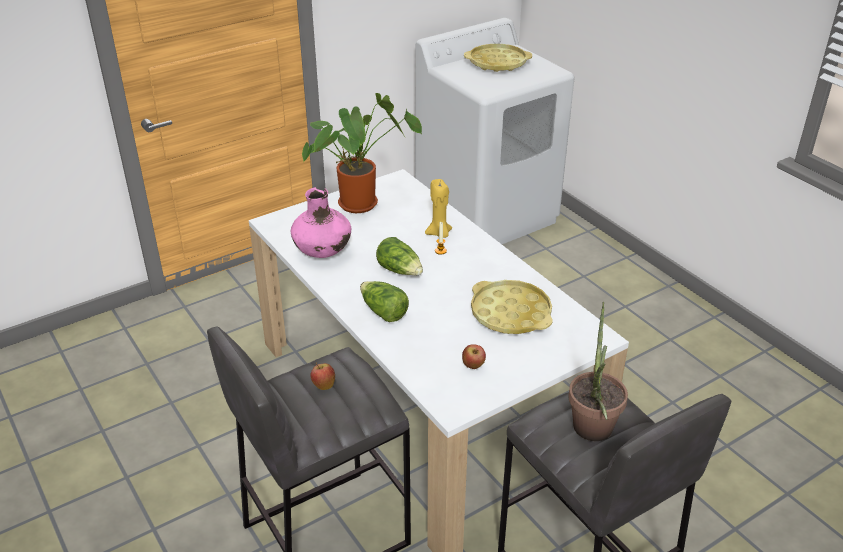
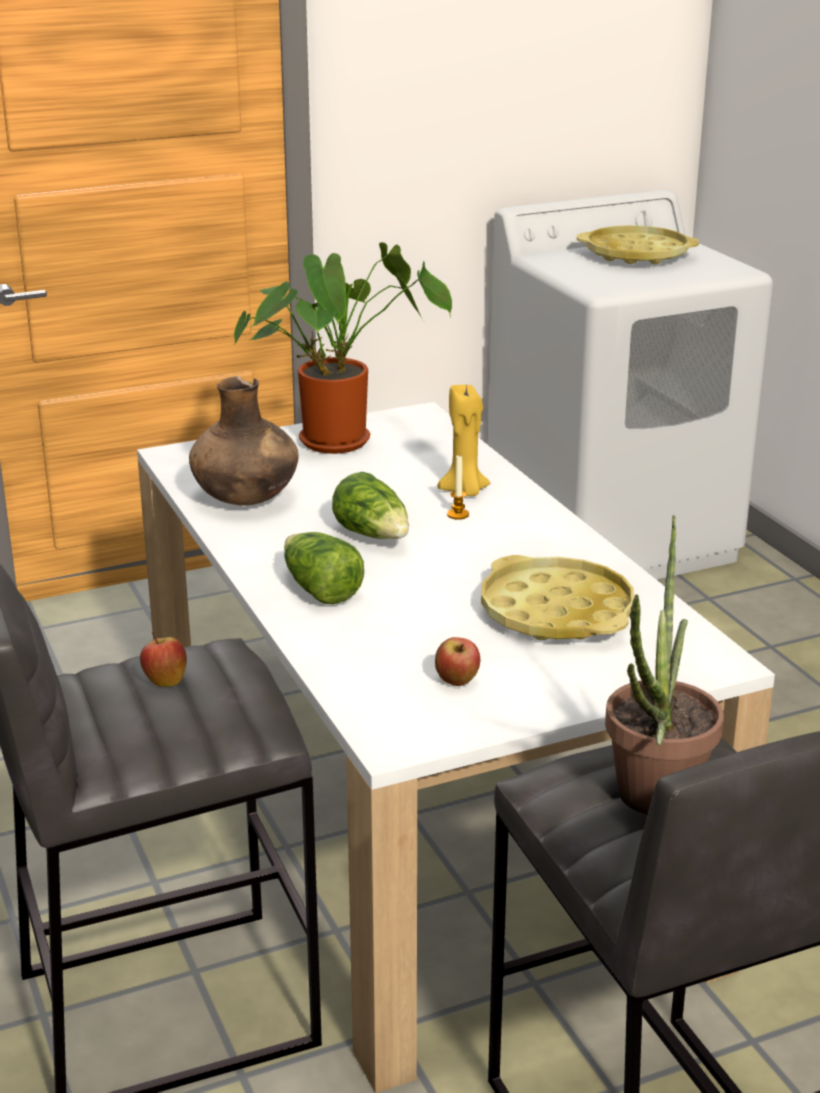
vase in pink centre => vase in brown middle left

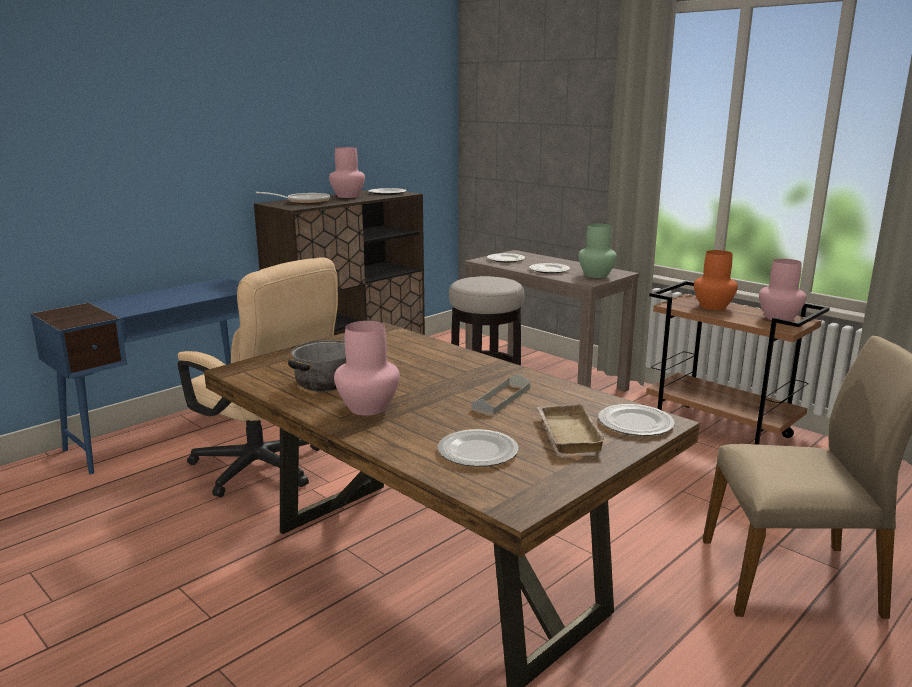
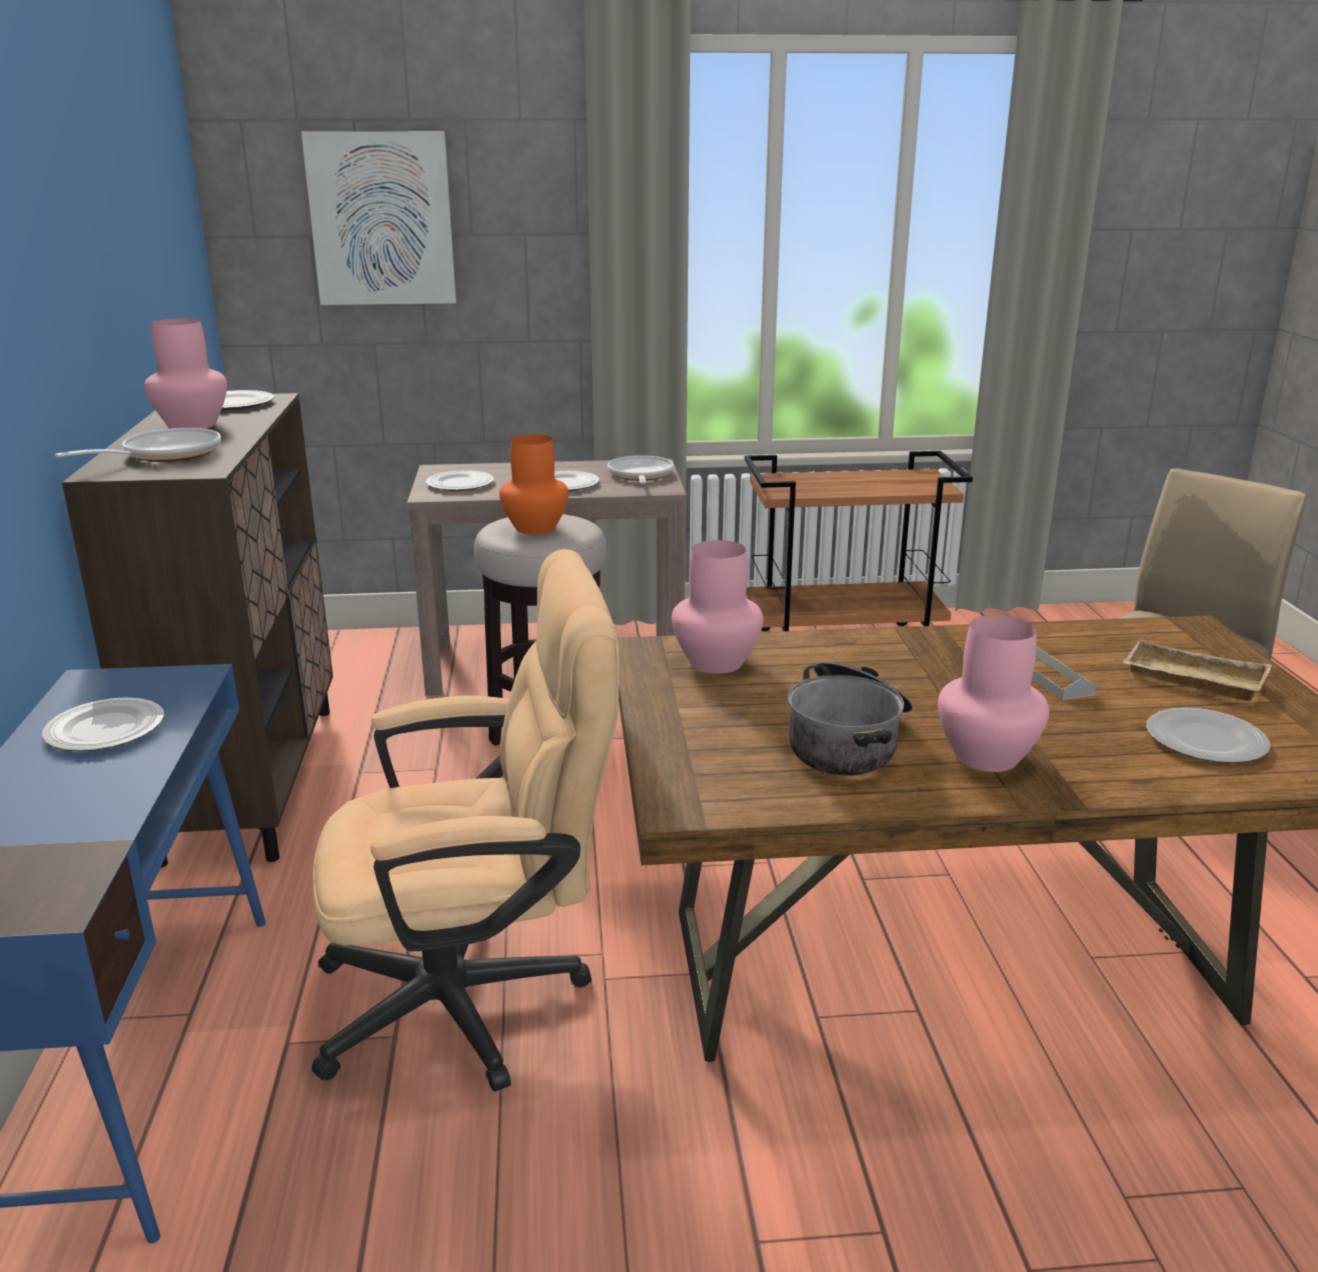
nothing => picture top left
plate (no. 5 from left in the first image) middle right => plate (no. 1 from left) middle left, shifted
vase in orange middle right => vase in orange centre, shifted
vase in pink (no. 3 from left in the first image) middle right => vase in pink (no. 2 from left) centre, shifted
vase in green centre => frying pan (no. 2 from left) centre

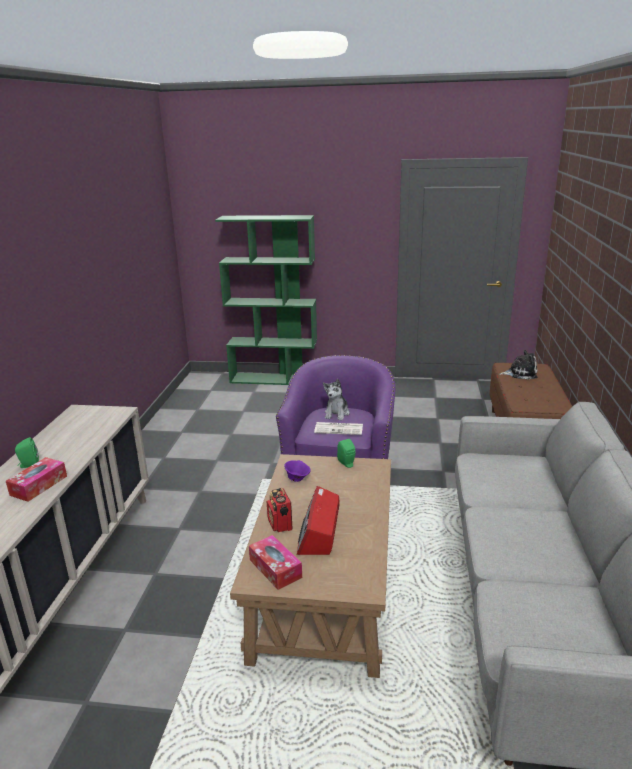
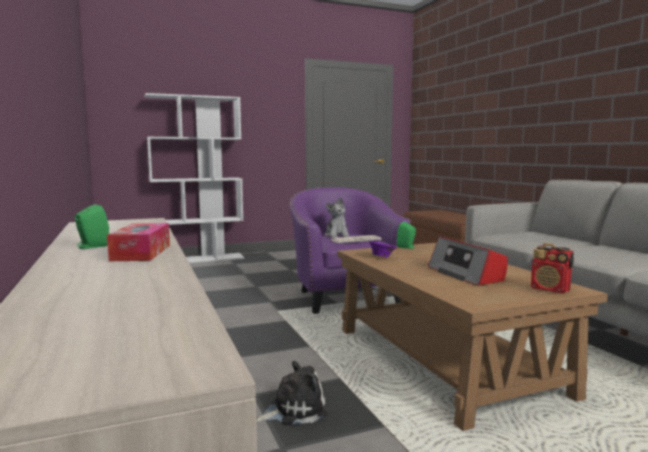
tissue box (no. 2 from left) bottom centre => nothing
radio (no. 1 from left in the first image) centre => radio (no. 2 from left) middle right, shifted
plush toy (no. 2 from left in the first image) middle right => plush toy (no. 1 from left) bottom centre, shifted
bookcase in green centre => bookcase in white middle left

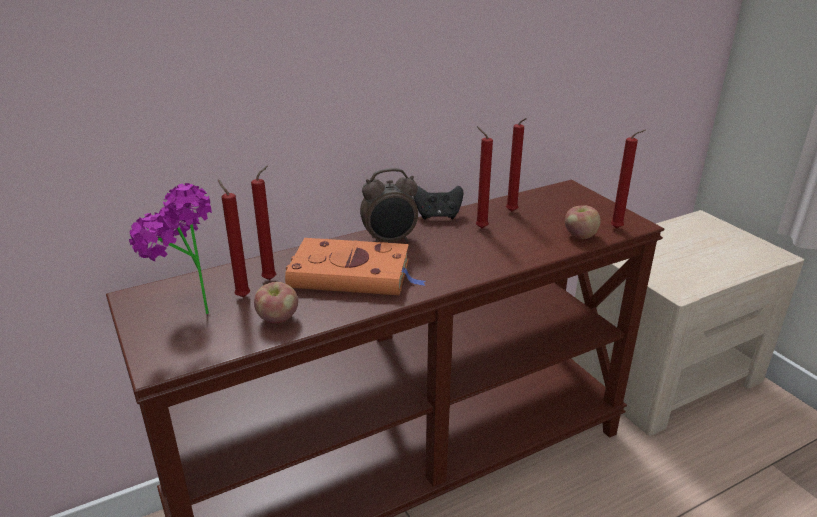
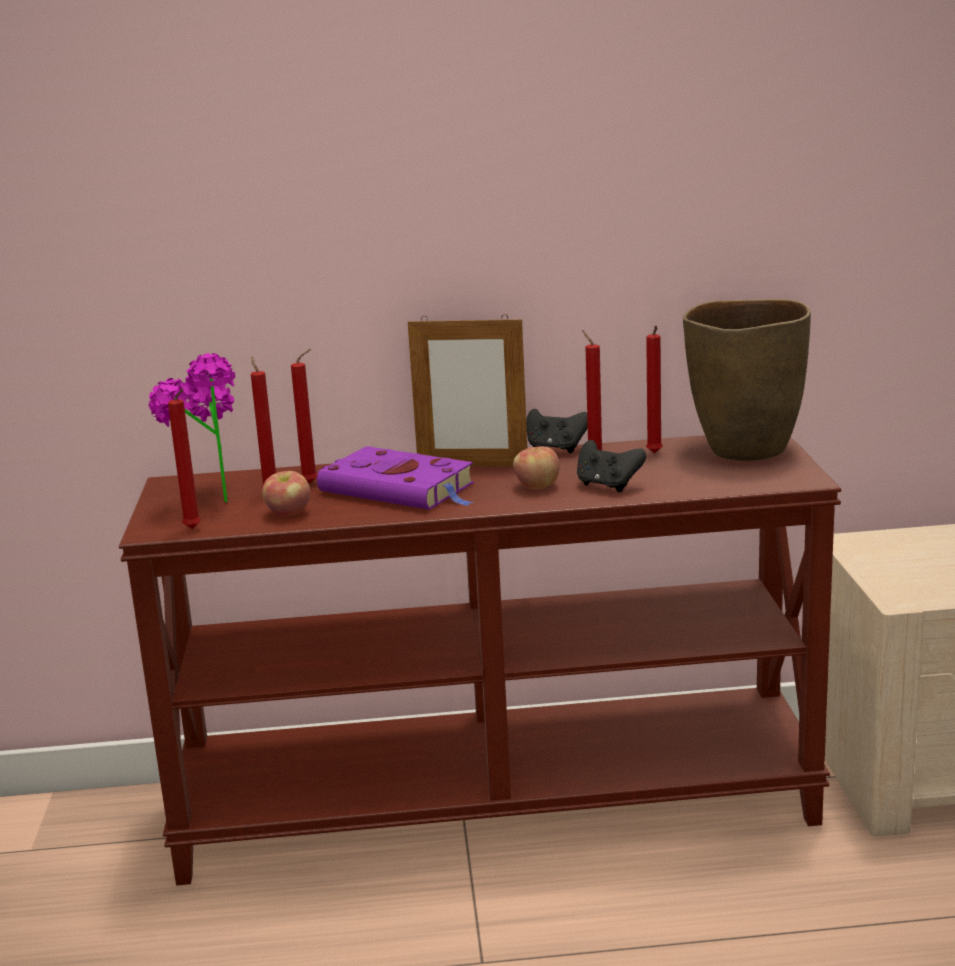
nothing => game controller in black (no. 2 from left) centre
nothing => vase in brown middle right
apple (no. 2 from left) middle right => apple (no. 2 from left) centre, shifted
candle in red (no. 5 from left in the first image) middle right => candle in red (no. 1 from left) middle left, shifted
alarm clock centre => picture frame centre
book in orange centre => book in purple centre

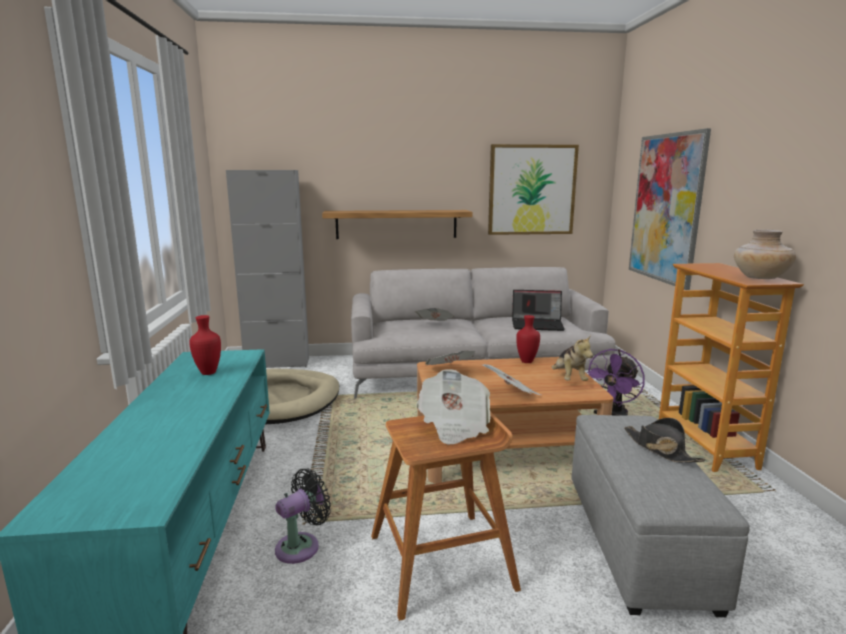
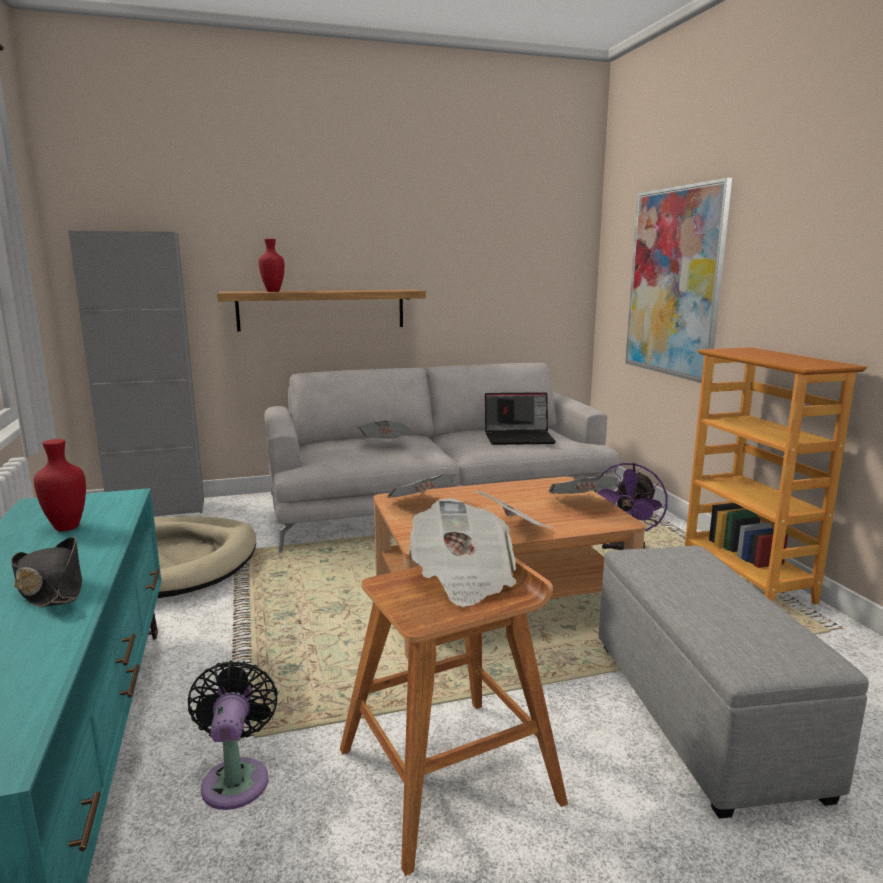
picture (no. 1 from left) top centre => nothing
vase in beige middle right => nothing
vase in red (no. 2 from left) centre => vase in red (no. 2 from left) top left, shifted
hat in black bottom right => hat in black middle left, shifted
plush toy middle right => newspaper (no. 5 from left) centre
fan in black bottom centre => fan in black bottom left, 45 degrees counterclockwise

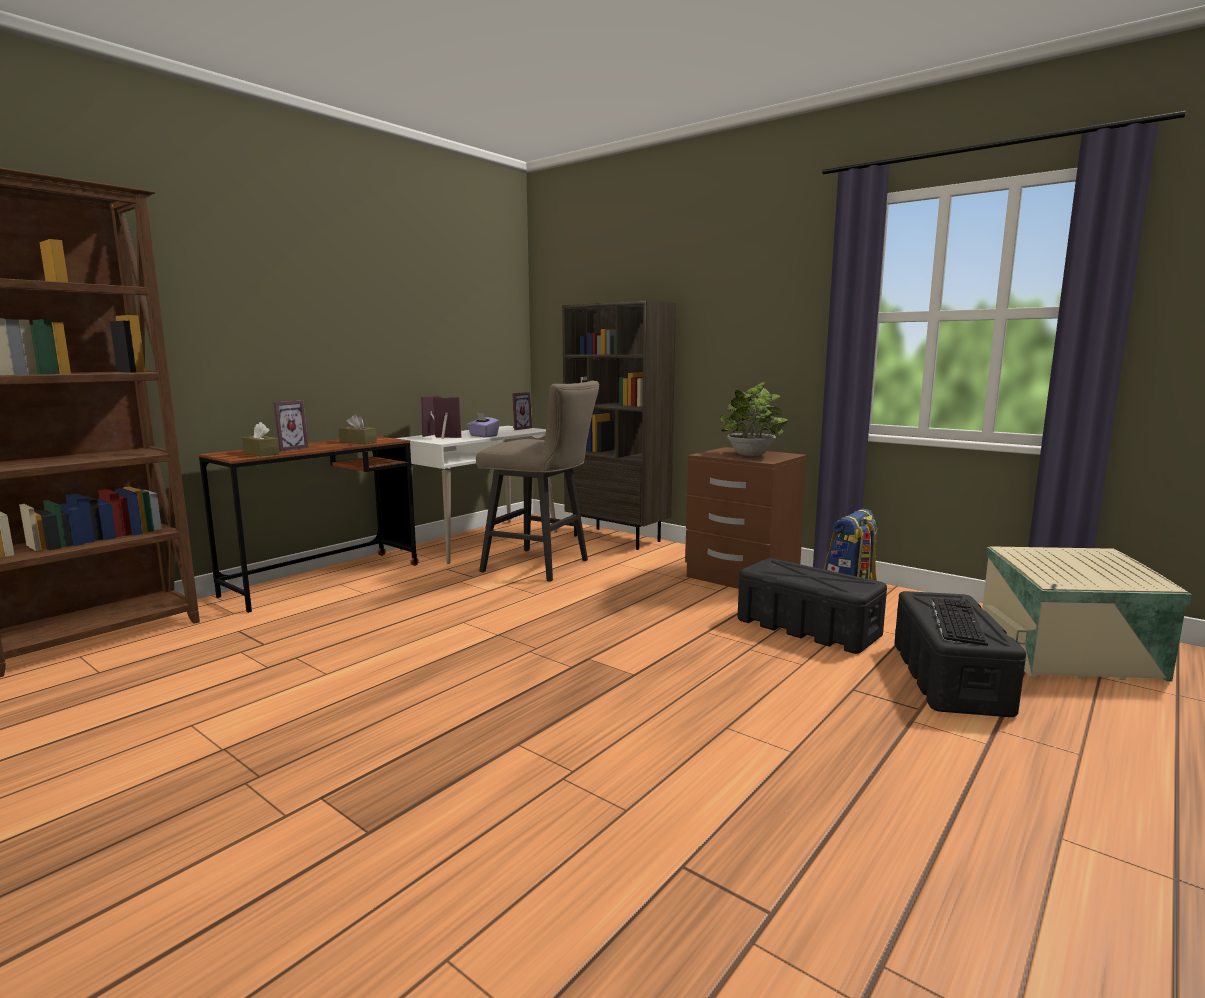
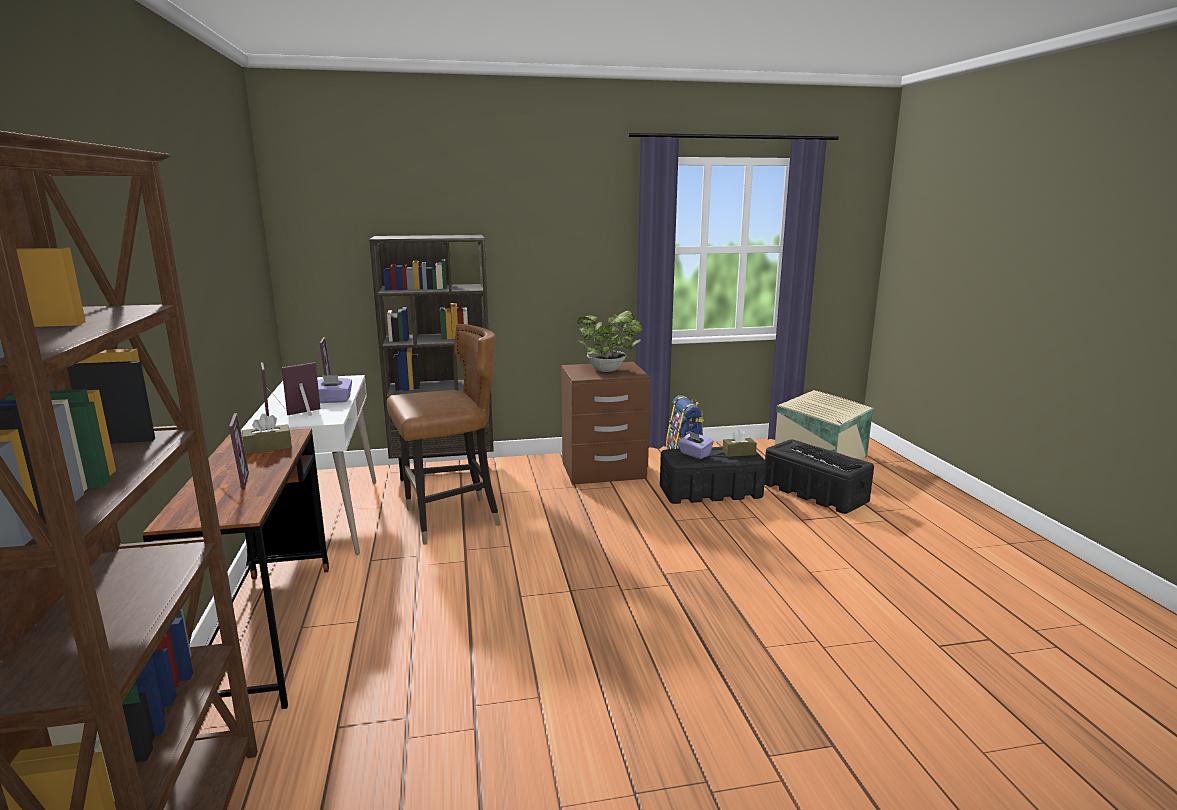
nothing => tissue box in purple (no. 2 from left) centre
tissue box in brown (no. 1 from left in the first image) middle left => tissue box in brown (no. 2 from left) centre, shifted
stool in beige centre => chair in brown centre

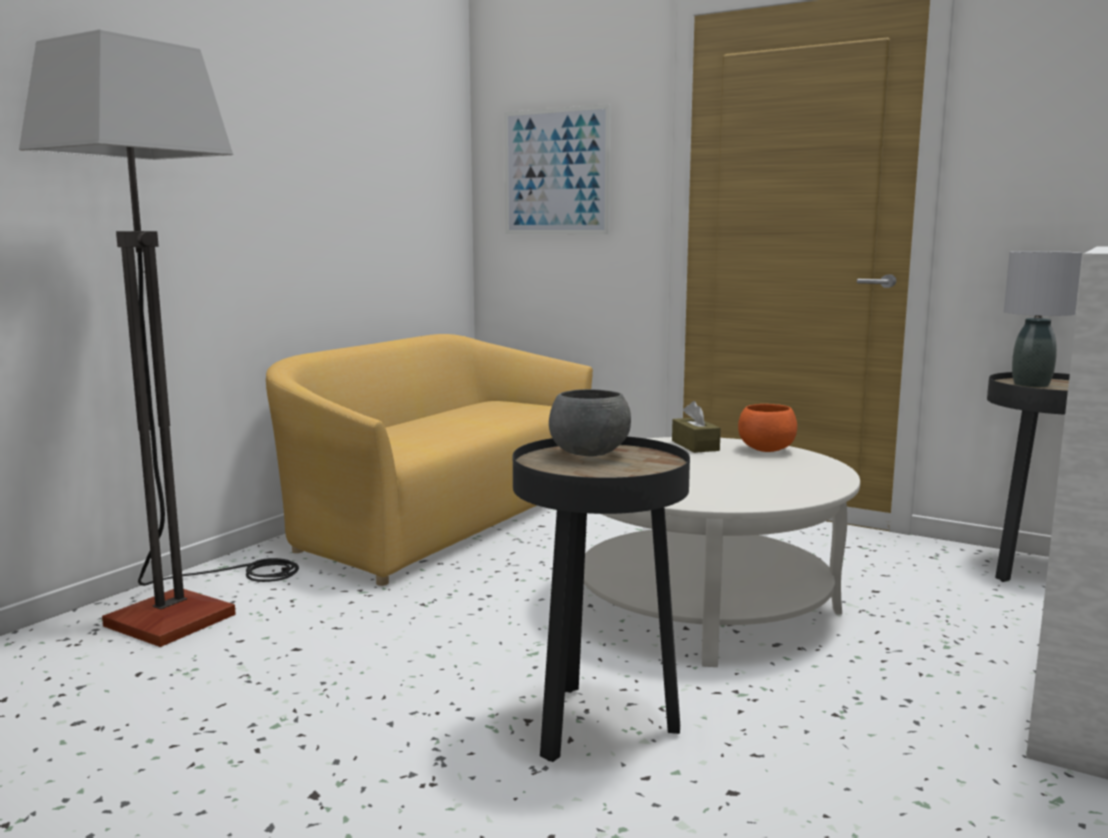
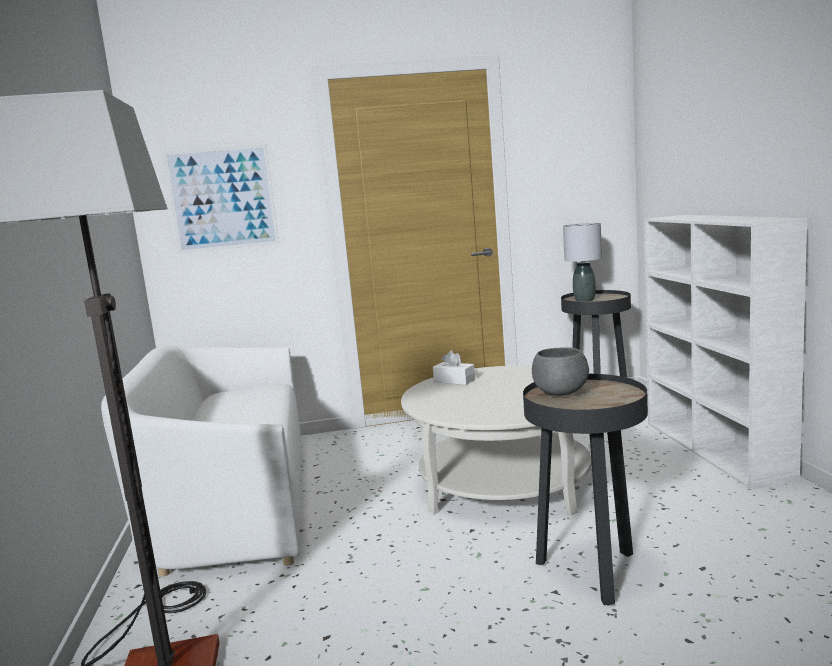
bowl in orange middle right => nothing
sofa in yellow centre => sofa in white bottom left
tissue box in brown centre => tissue box in white centre

